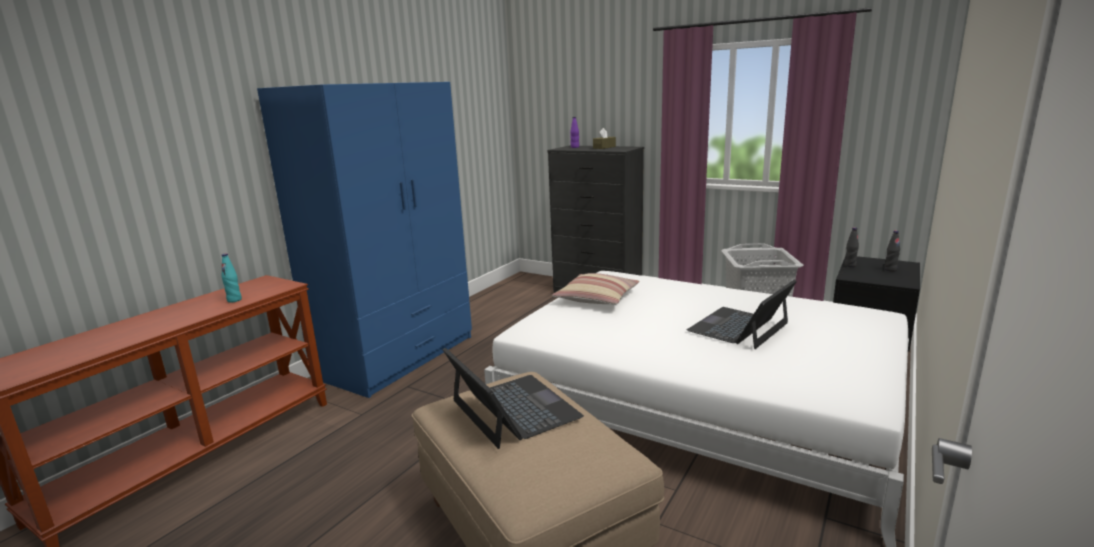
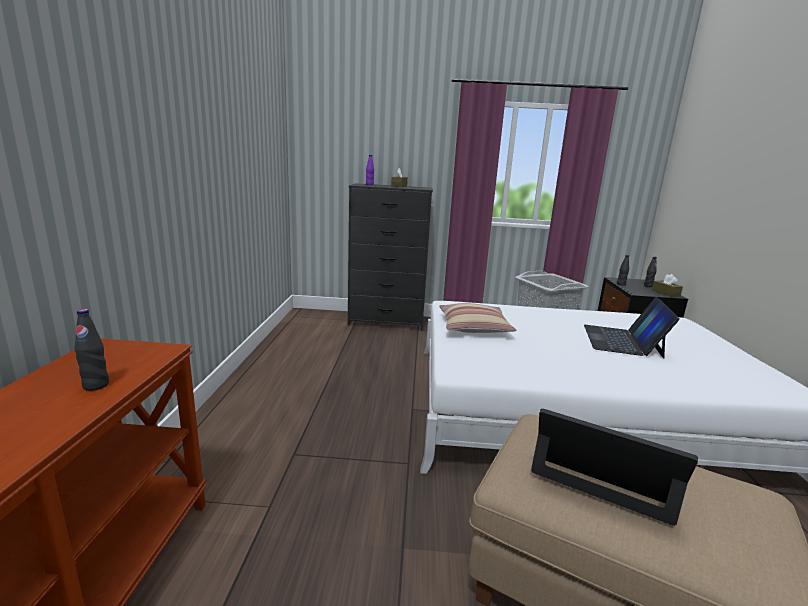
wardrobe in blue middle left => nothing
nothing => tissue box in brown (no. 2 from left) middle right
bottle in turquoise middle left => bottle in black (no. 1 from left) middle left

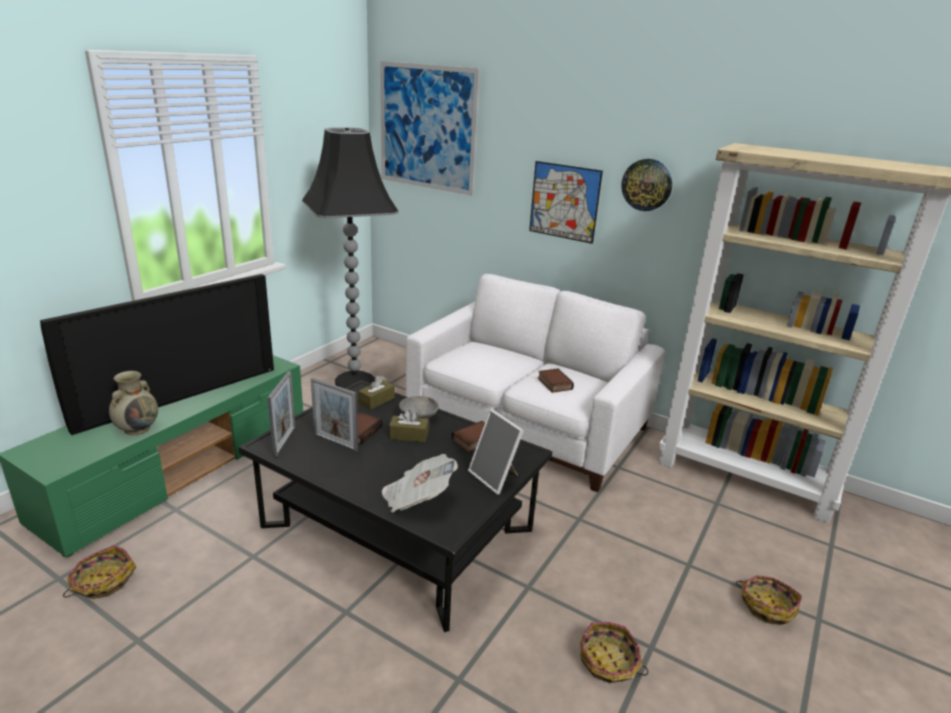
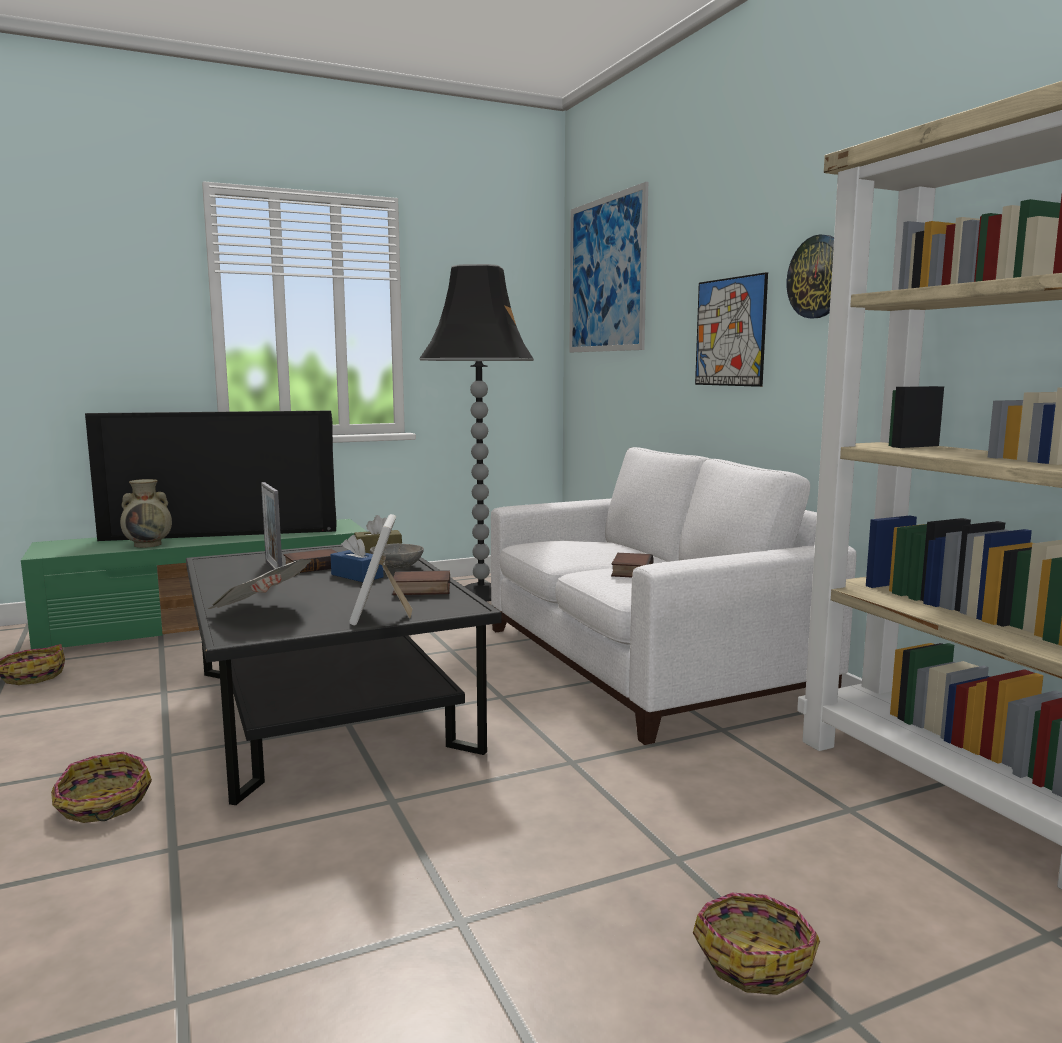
picture frame (no. 1 from left) middle left => nothing
basket (no. 2 from left) bottom centre => basket (no. 2 from left) bottom left, shifted
tissue box in brown (no. 2 from left) centre => tissue box in blue centre

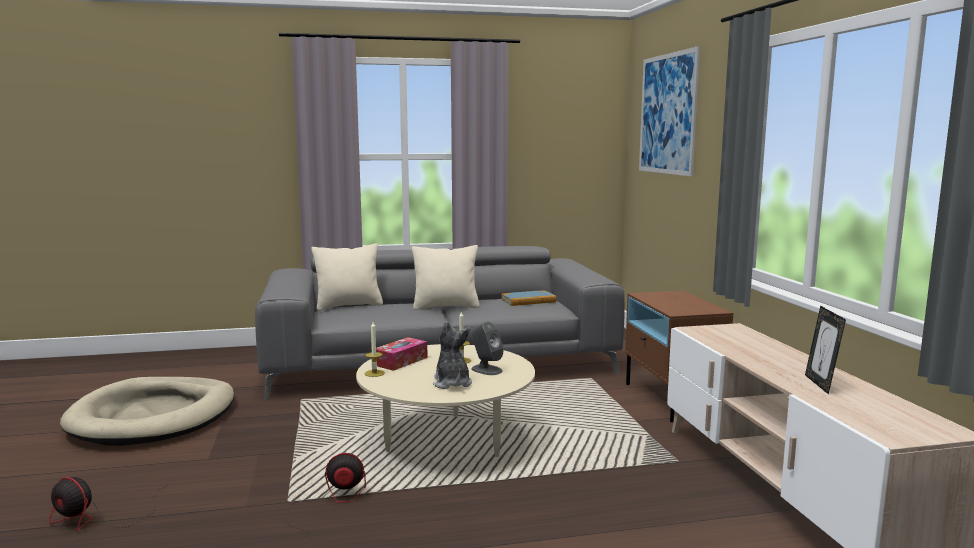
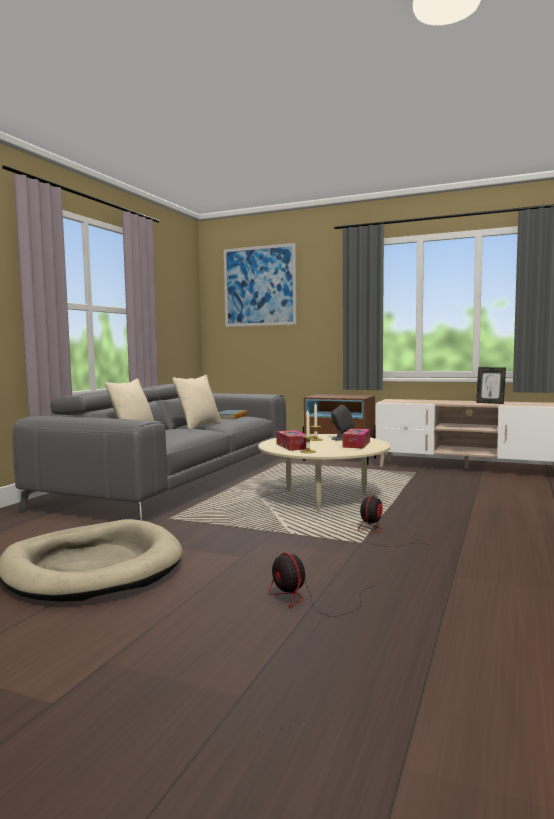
plush toy centre => tissue box (no. 2 from left) centre
fan (no. 1 from left) bottom left => fan (no. 1 from left) bottom centre, 90 degrees clockwise

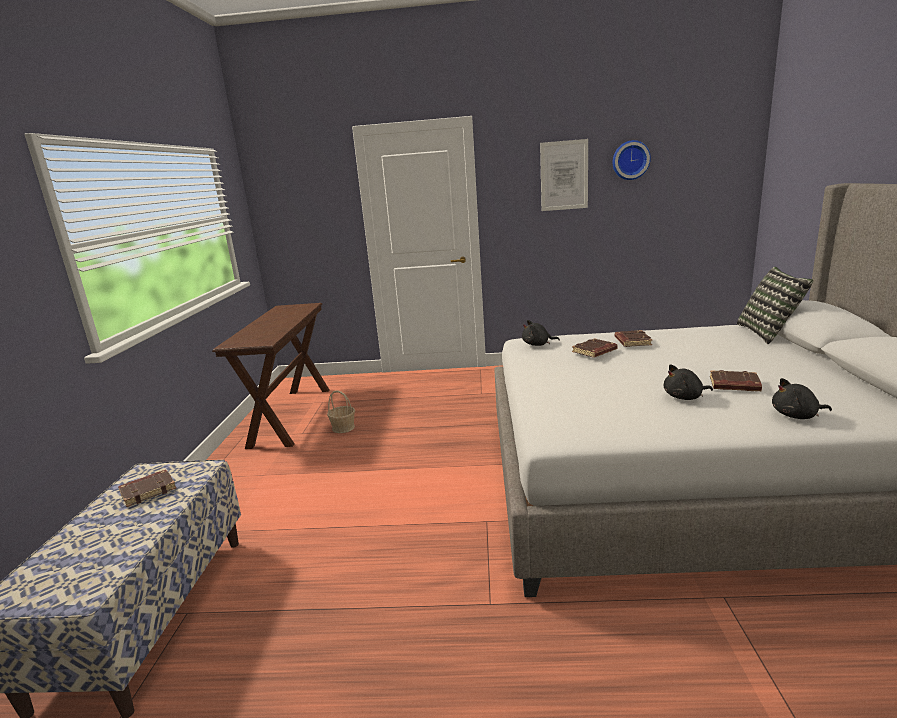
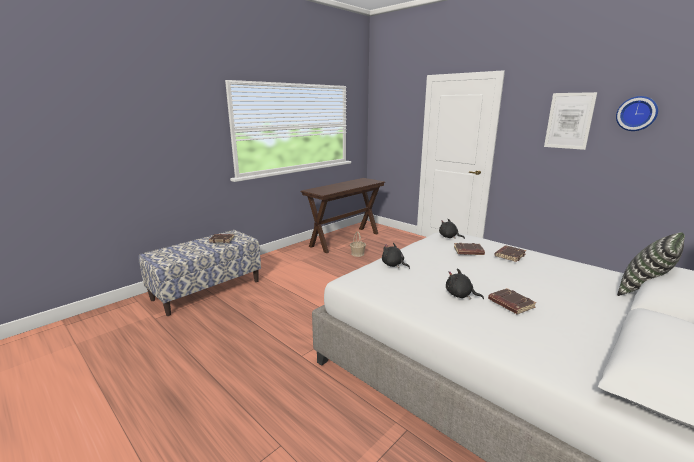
plush toy in black (no. 3 from left in the first image) middle right => plush toy in black (no. 1 from left) centre, shifted

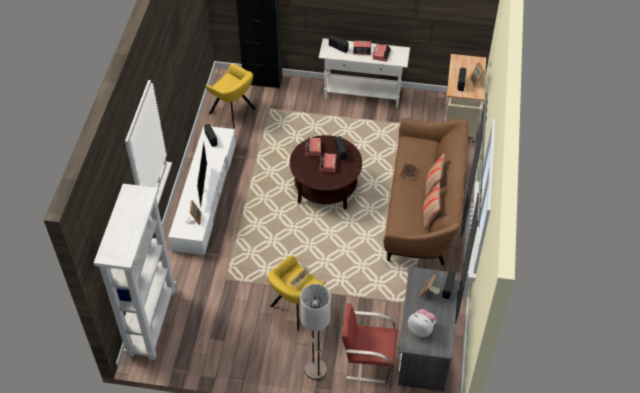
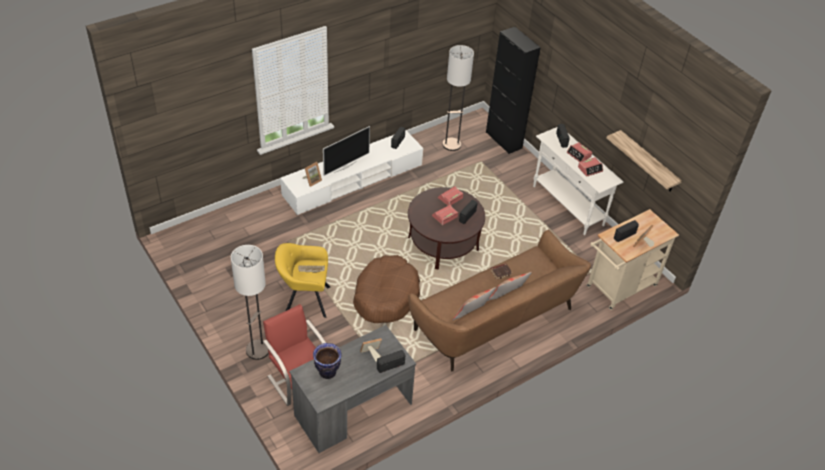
bookcase in white bottom left => nothing
nothing => dog bed in brown centre
nothing => shelf middle right
armchair in yellow (no. 1 from left) top centre => floor lamp (no. 2 from left) top centre
plush toy bottom centre => vase bottom centre

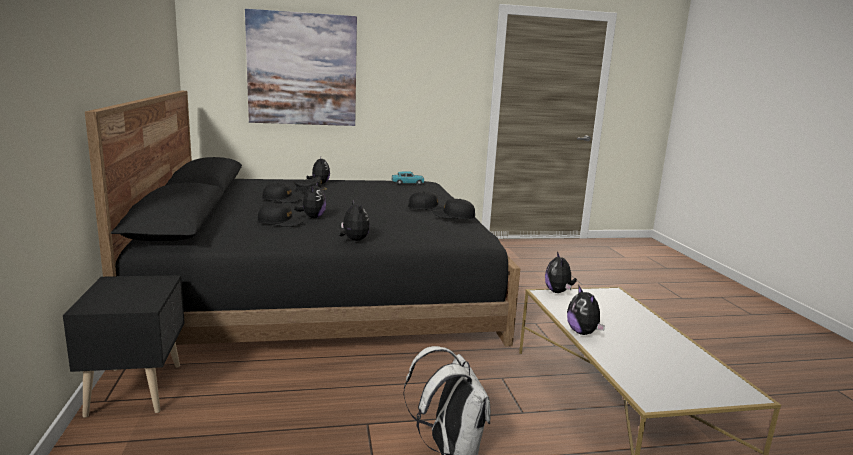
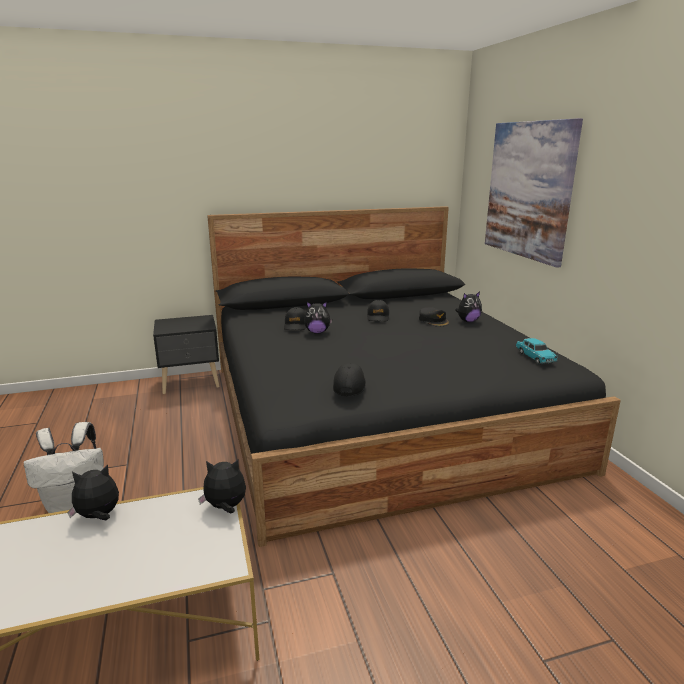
plush toy (no. 3 from left) centre => nothing
cap in black (no. 4 from left) centre => nothing

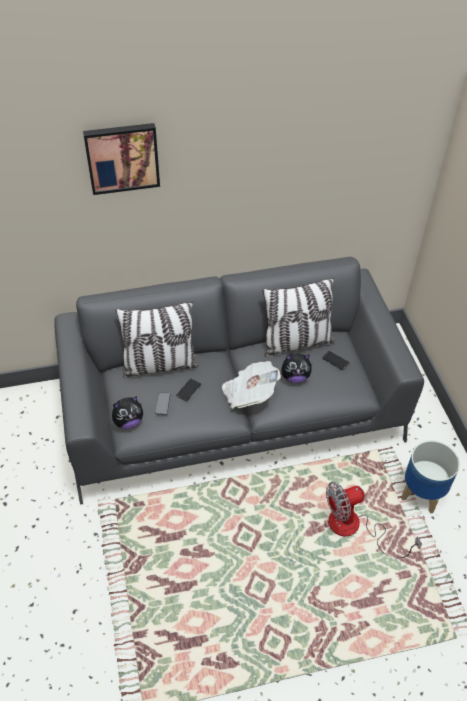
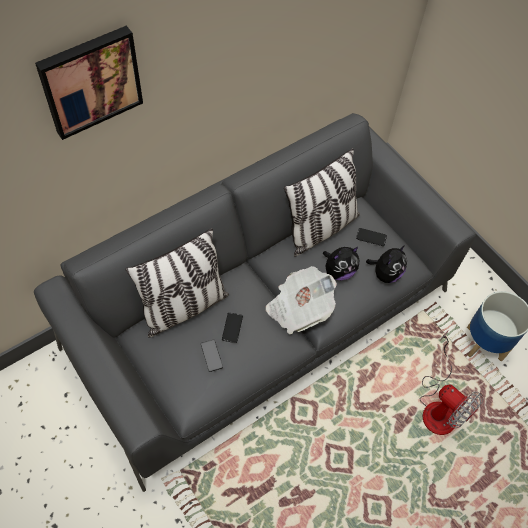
plush toy (no. 1 from left in the first image) middle left => plush toy (no. 2 from left) middle right, shifted
fan bottom right, 90 degrees counterclockwise

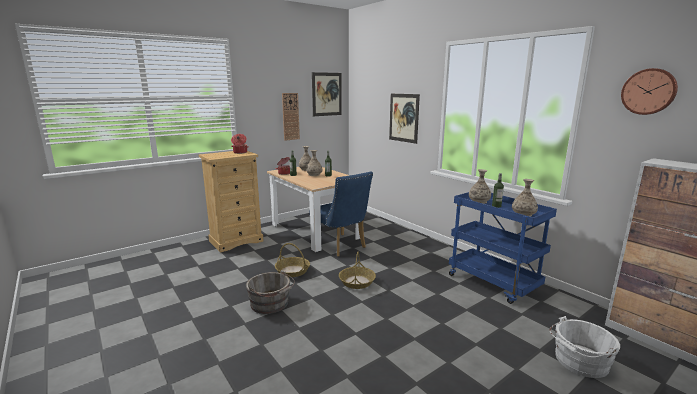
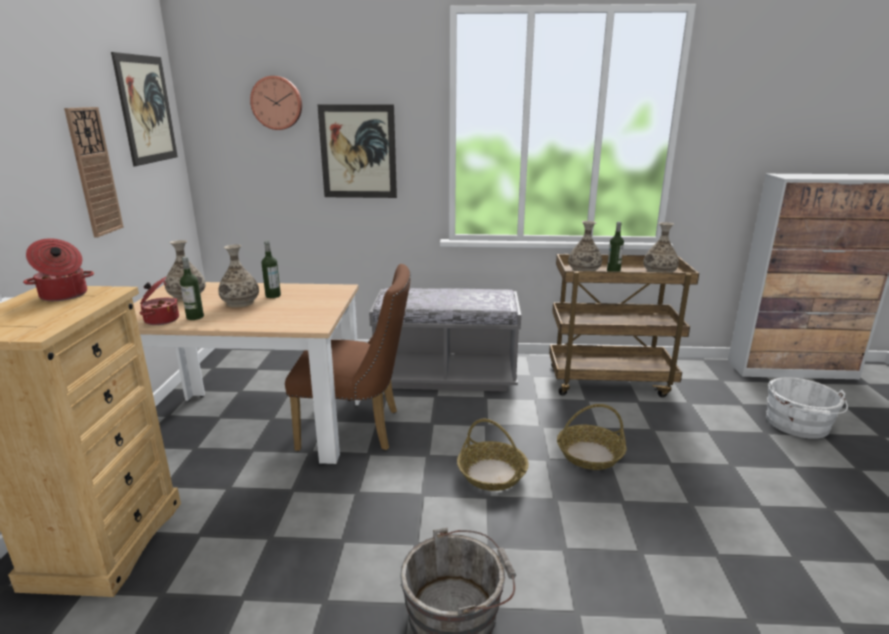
nothing => bench in grey centre
basket (no. 1 from left in the first image) centre => basket (no. 2 from left) bottom centre, shifted
wall clock (no. 2 from left) top right => wall clock (no. 2 from left) top left, shifted
chair in blue centre => chair in brown centre
cart in blue middle right => cart in brown middle right

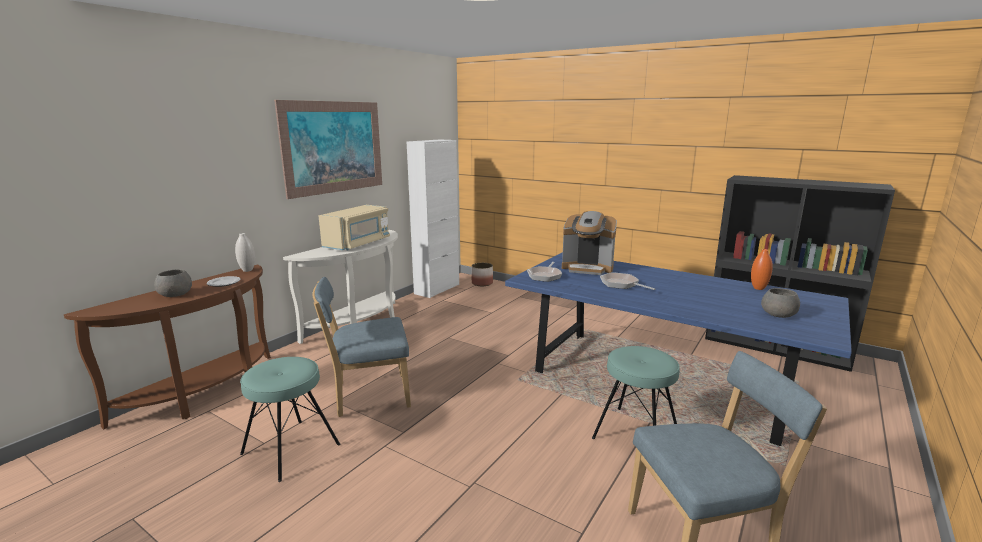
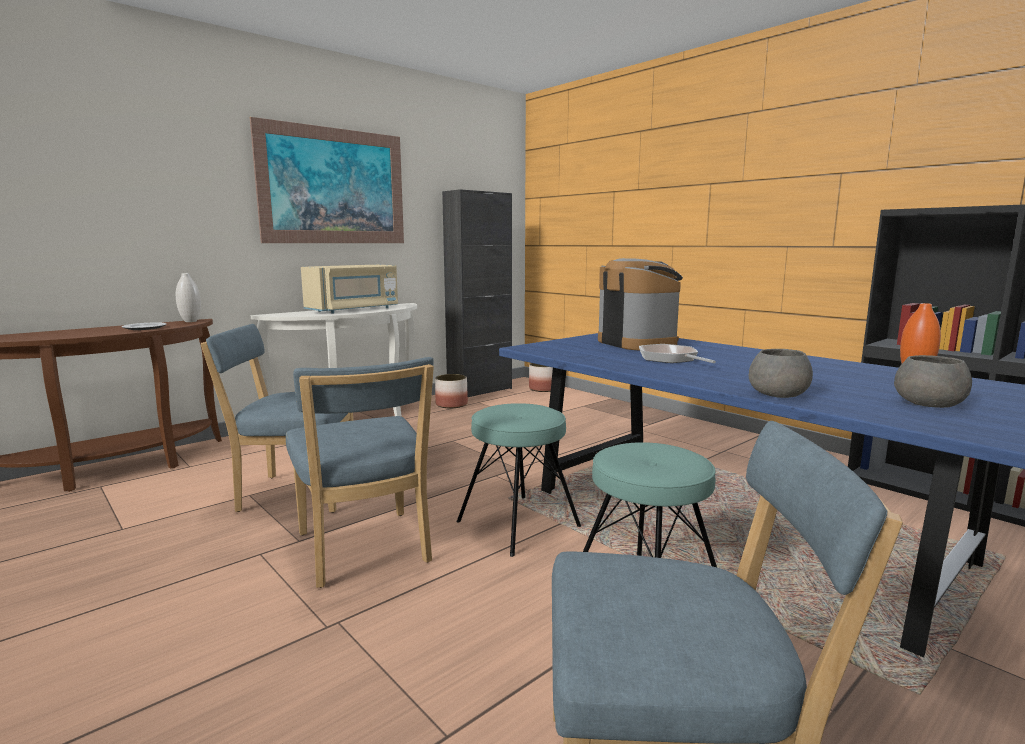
frying pan (no. 1 from left) centre => nothing
nothing => chair in blue (no. 2 from left) centre
nothing => planter (no. 1 from left) centre
bowl in grey (no. 1 from left) middle left => bowl in grey (no. 1 from left) middle right, shifted
stool in turquoise (no. 1 from left) bottom left => stool in turquoise (no. 1 from left) centre, shifted
cabinet in white centre => cabinet in black centre
coffee machine centre, 150 degrees counterclockwise

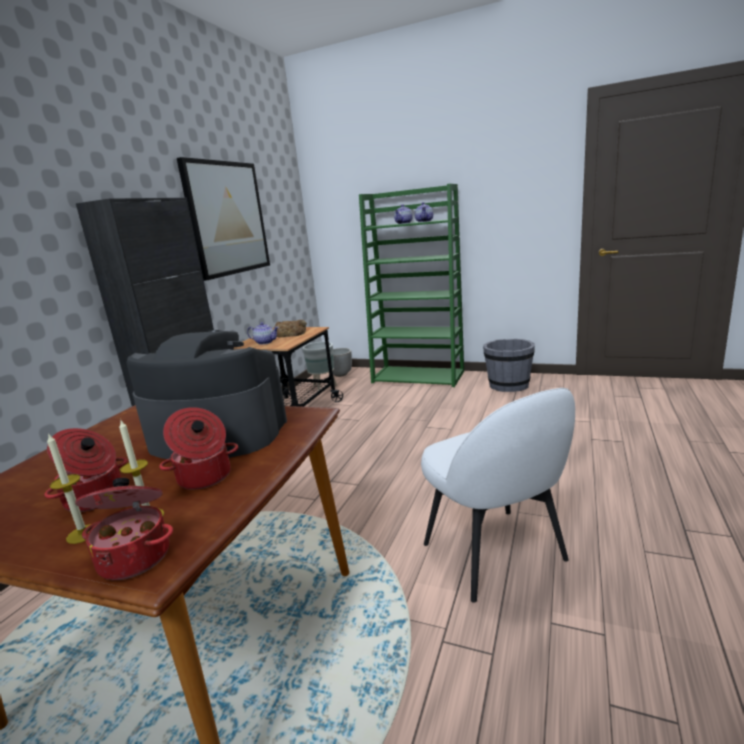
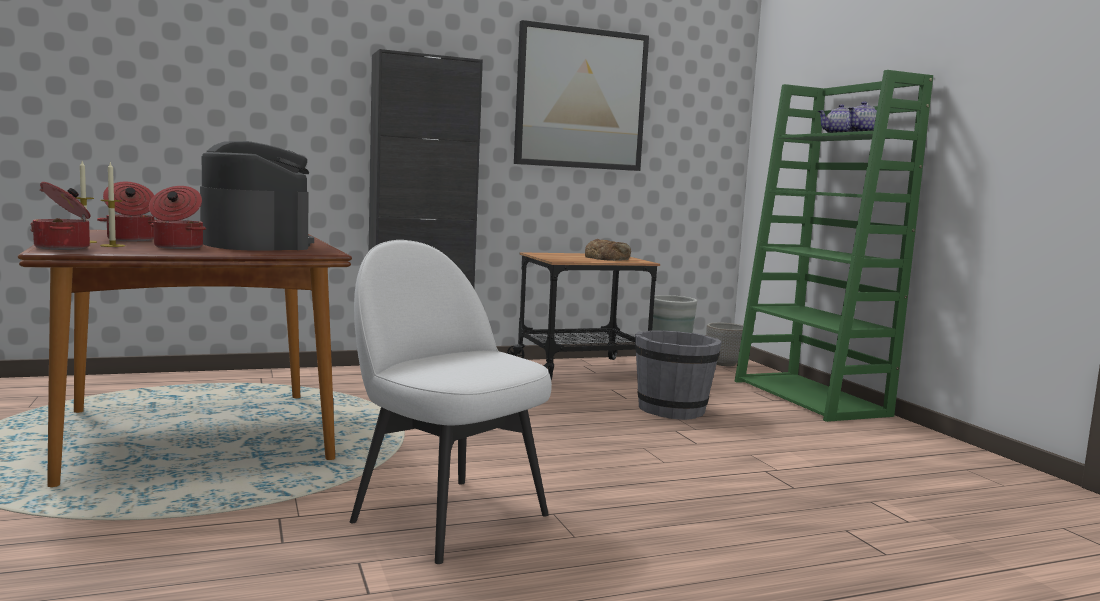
teapot (no. 1 from left) centre => nothing
bucket in grey middle right => bucket in grey centre, shifted
chair in white middle right => chair in white bottom centre, 105 degrees clockwise

